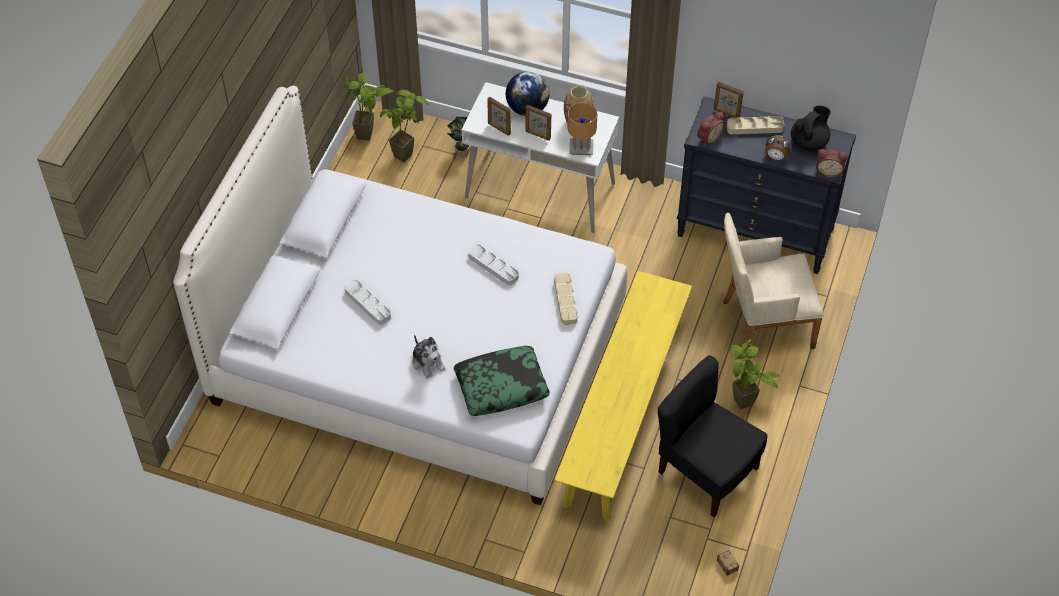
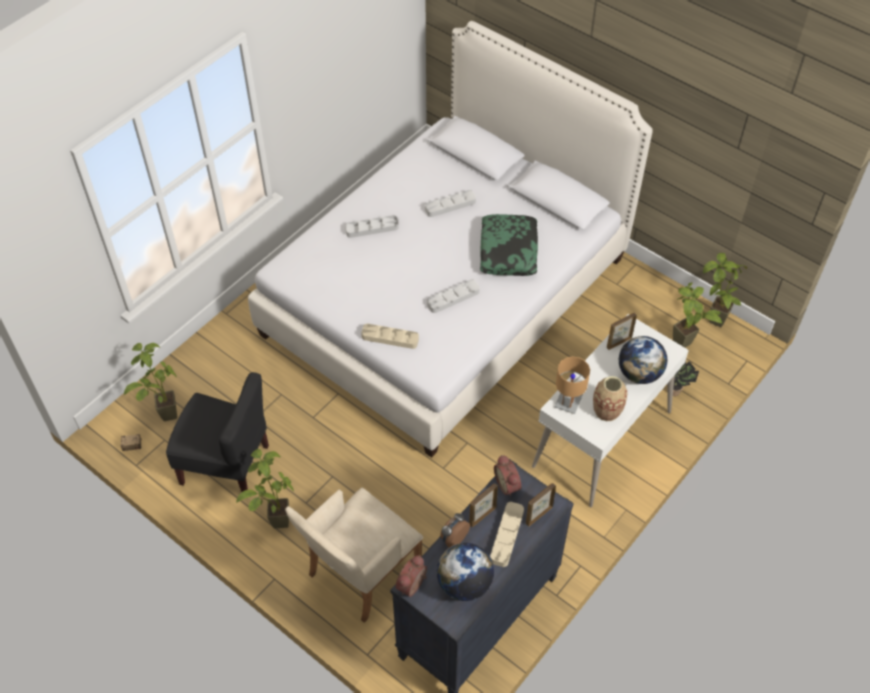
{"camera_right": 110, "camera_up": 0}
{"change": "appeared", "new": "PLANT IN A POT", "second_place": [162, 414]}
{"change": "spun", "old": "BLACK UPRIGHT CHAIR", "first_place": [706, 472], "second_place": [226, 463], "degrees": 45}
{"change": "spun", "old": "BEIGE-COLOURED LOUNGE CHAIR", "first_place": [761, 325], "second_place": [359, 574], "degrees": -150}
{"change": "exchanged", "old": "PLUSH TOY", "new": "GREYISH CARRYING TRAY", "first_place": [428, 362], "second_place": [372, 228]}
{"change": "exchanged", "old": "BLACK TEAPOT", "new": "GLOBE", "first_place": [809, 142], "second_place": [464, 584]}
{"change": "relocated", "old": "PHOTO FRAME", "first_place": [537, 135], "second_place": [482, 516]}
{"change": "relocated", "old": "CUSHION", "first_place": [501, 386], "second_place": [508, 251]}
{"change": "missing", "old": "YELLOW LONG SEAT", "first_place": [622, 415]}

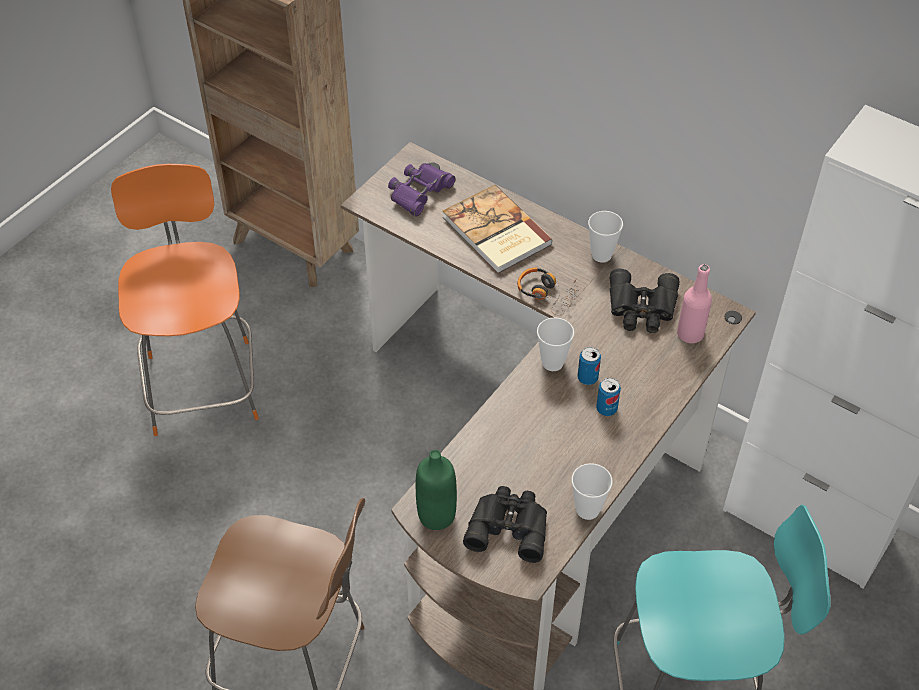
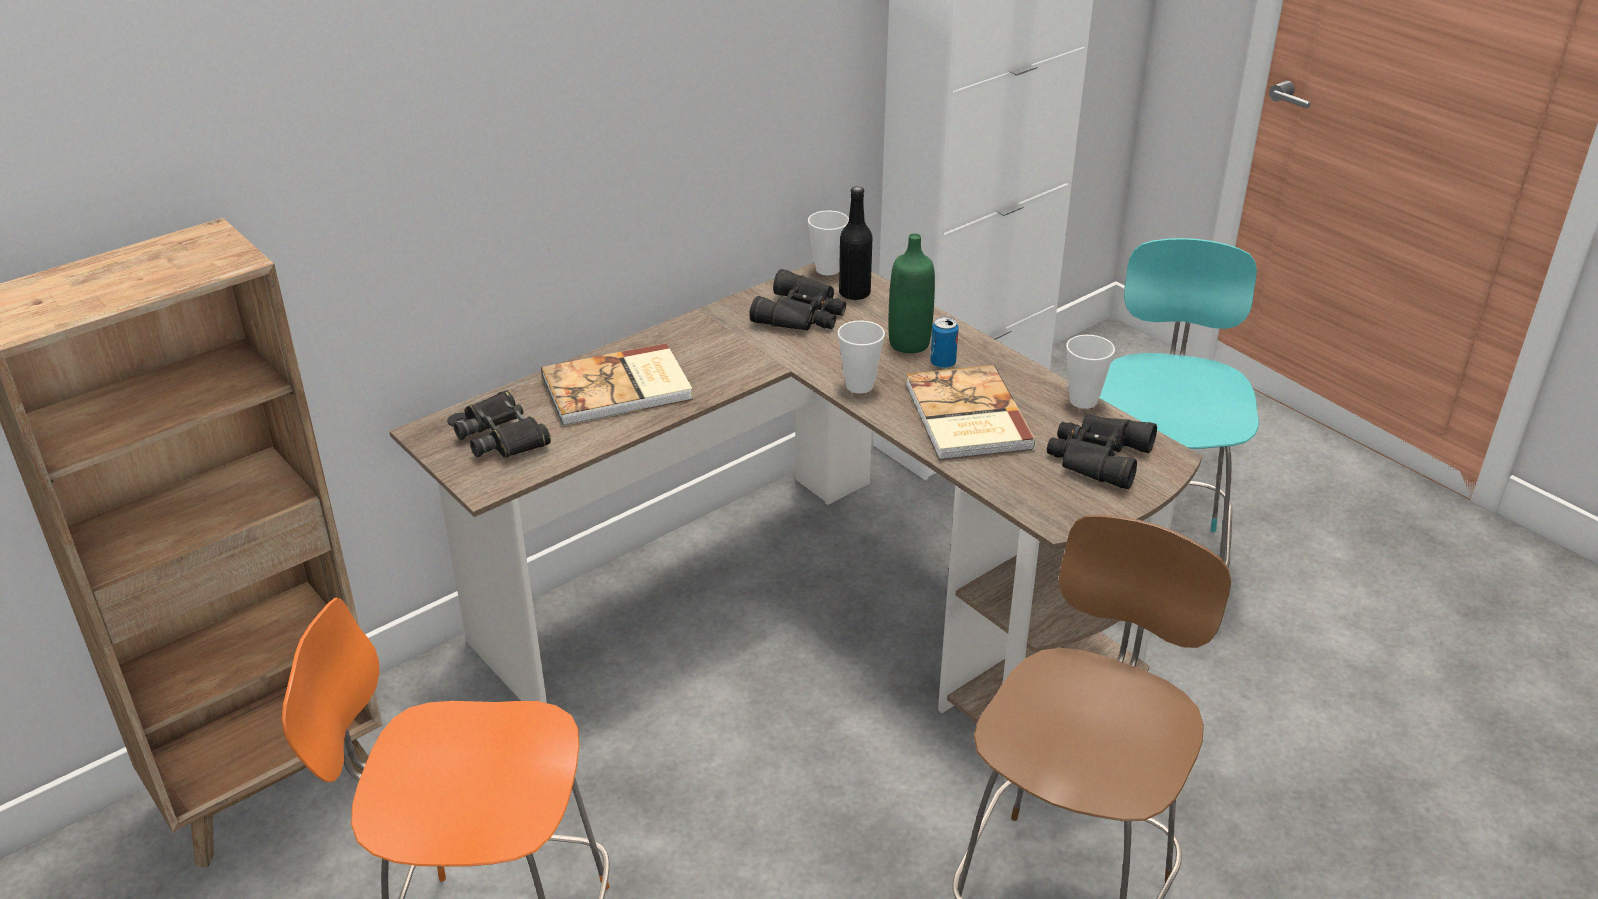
{"camera_right": -75, "camera_up": -15}
{"change": "colour", "old": "PURPLE PAIR OF BINOCULARS", "new": "BLACK PAIR OF BINOCULARS", "first_place": [419, 192], "second_place": [502, 435]}
{"change": "relocated", "old": "SMALL CUP", "first_place": [601, 255], "second_place": [828, 269]}
{"change": "colour", "old": "PINKISH BEVERAGE BOTTLE", "new": "BLACK BEVERAGE BOTTLE", "first_place": [690, 334], "second_place": [854, 293]}
{"change": "relocated", "old": "GREEN-COLOURED BEVERAGE BOTTLE", "first_place": [436, 515], "second_place": [909, 343]}
{"change": "appeared", "new": "BOOK", "second_place": [965, 417]}
{"change": "missing", "old": "HEADSET", "first_place": [547, 293]}
{"change": "missing", "old": "SEALED CAN", "first_place": [587, 378]}

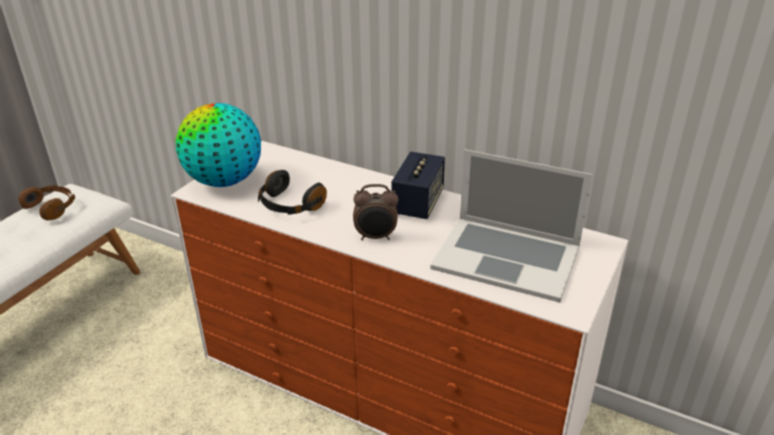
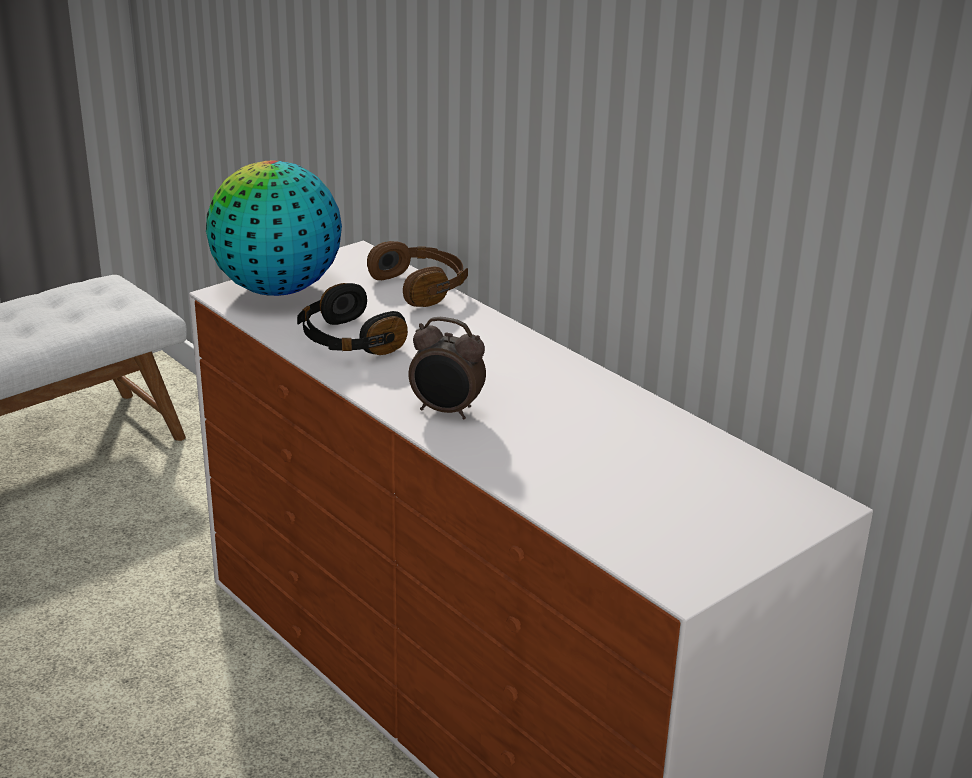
{"camera_right": 20, "camera_up": -5}
{"change": "relocated", "old": "BROWNISH HEADSET", "first_place": [52, 208], "second_place": [421, 288]}
{"change": "missing", "old": "SPEAKER", "first_place": [418, 203]}
{"change": "missing", "old": "NOTEBOOK COMPUTER", "first_place": [507, 257]}

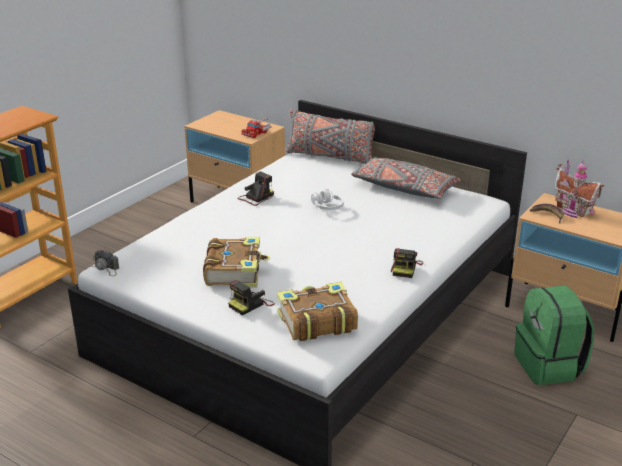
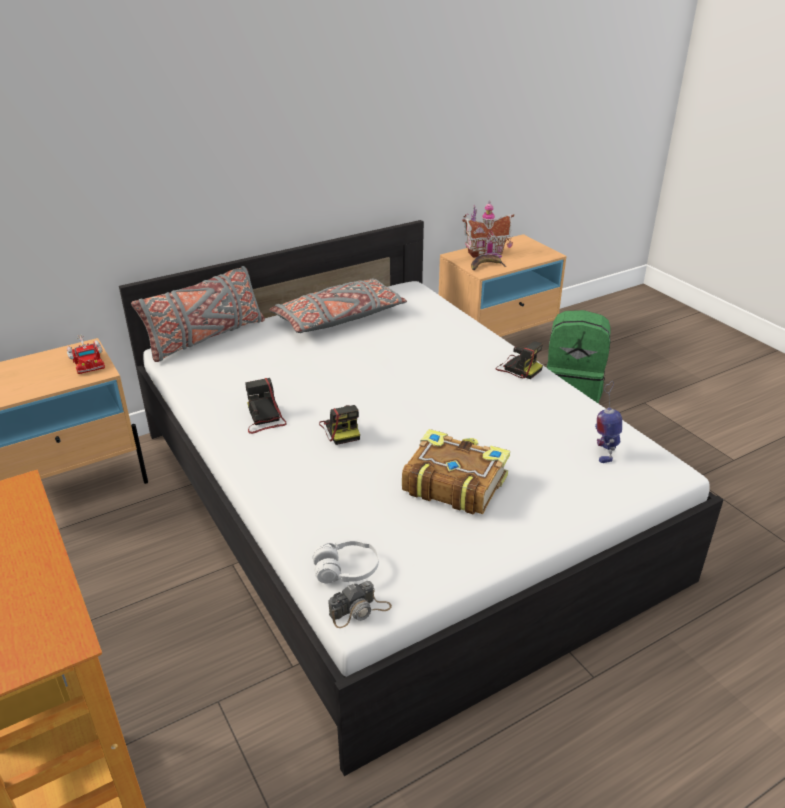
{"camera_right": -65, "camera_up": 5}
{"change": "relocated", "old": "WHITE-COLOURED HEADSET", "first_place": [327, 207], "second_place": [346, 570]}
{"change": "relocated", "old": "STILL CAMERA", "first_place": [251, 304], "second_place": [341, 429]}
{"change": "exchanged", "old": "BOOK", "new": "ROBOT FIGURE", "first_place": [316, 321], "second_place": [604, 452]}

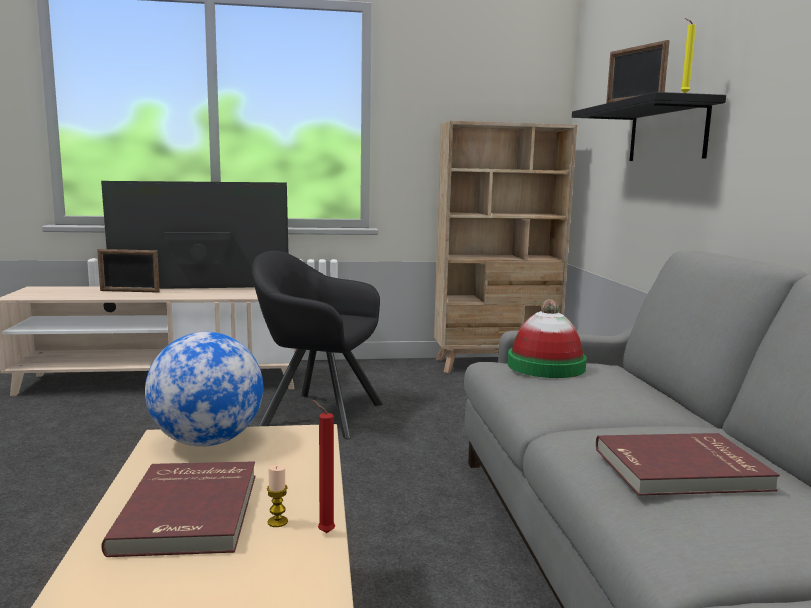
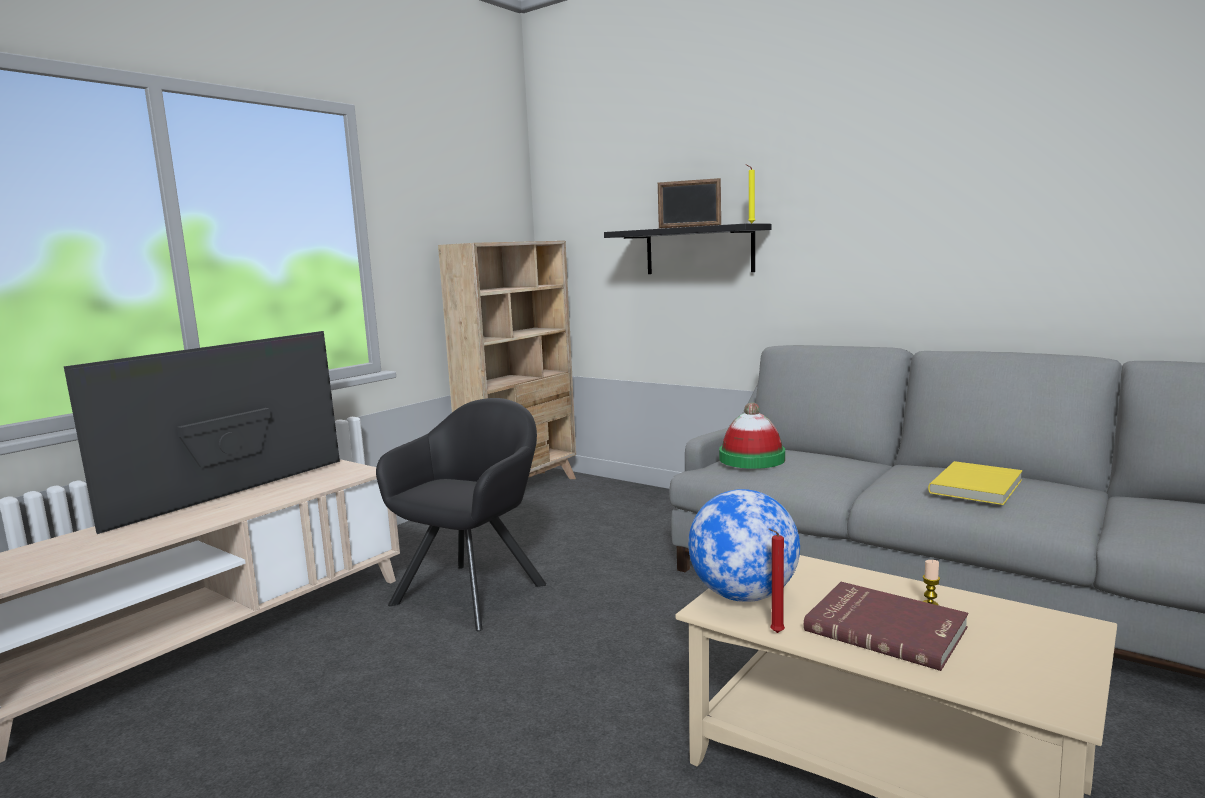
{"camera_right": -45, "camera_up": 0}
{"change": "spun", "old": "BLACK LOUNGE CHAIR", "first_place": [316, 413], "second_place": [475, 590], "degrees": 150}
{"change": "relocated", "old": "RED-COLOURED CANDLE", "first_place": [324, 532], "second_place": [775, 633]}
{"change": "colour", "old": "RED-COLOURED BOOK", "new": "YELLOW BOOK", "first_place": [682, 470], "second_place": [978, 487]}
{"change": "missing", "old": "PHOTO FRAME", "first_place": [129, 291]}

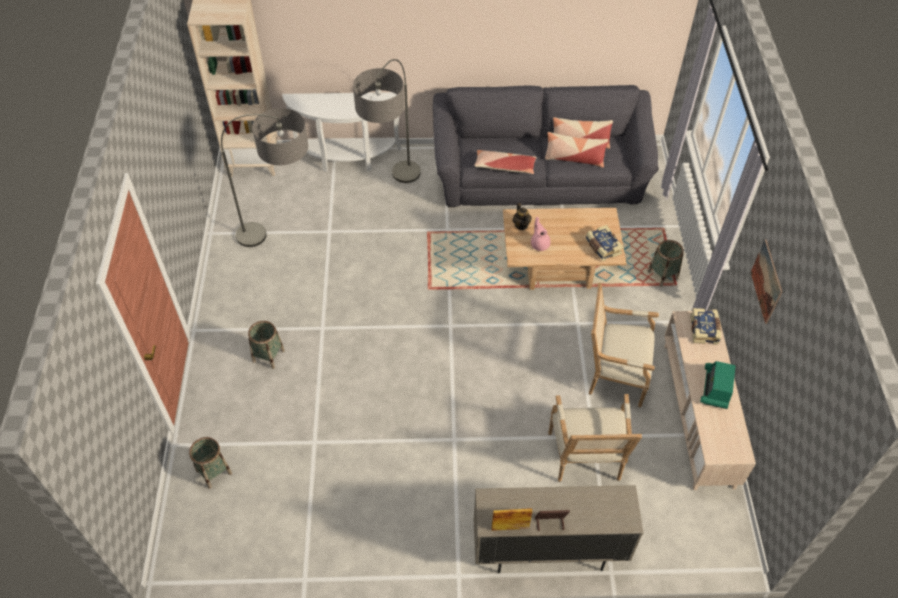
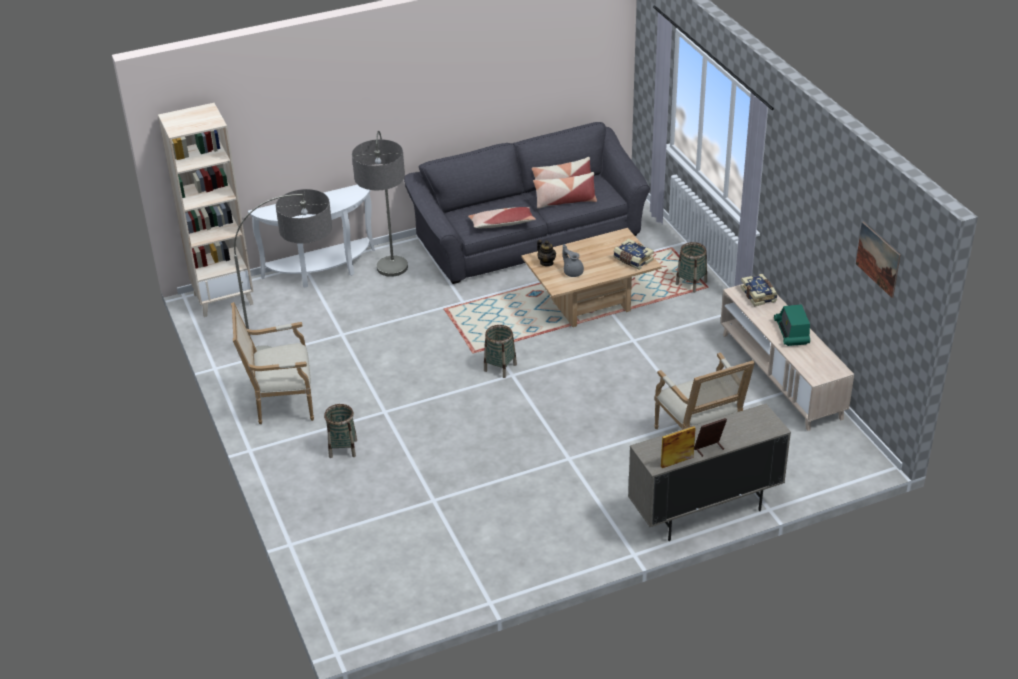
{"camera_right": -20, "camera_up": -15}
{"change": "relocated", "old": "LOUNGE CHAIR", "first_place": [613, 374], "second_place": [280, 402]}
{"change": "relocated", "old": "BASKET", "first_place": [213, 472], "second_place": [500, 367]}
{"change": "colour", "old": "PINKISH TEAPOT", "new": "GREYISH TEAPOT", "first_place": [539, 244], "second_place": [572, 272]}
{"change": "relocated", "old": "PICTURE", "first_place": [766, 281], "second_place": [878, 259]}

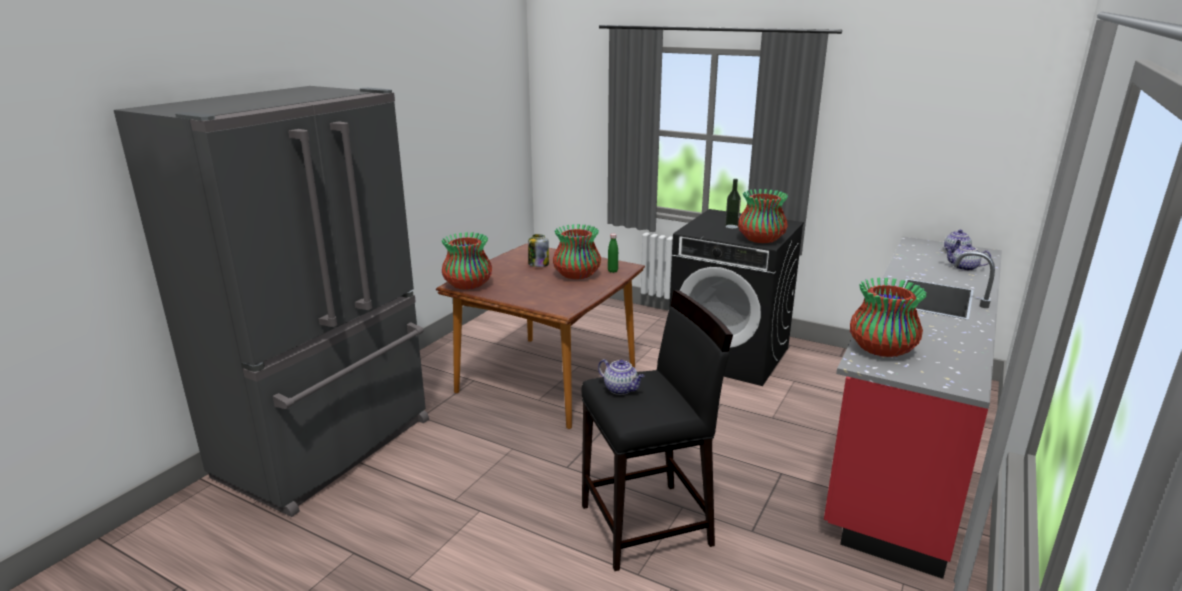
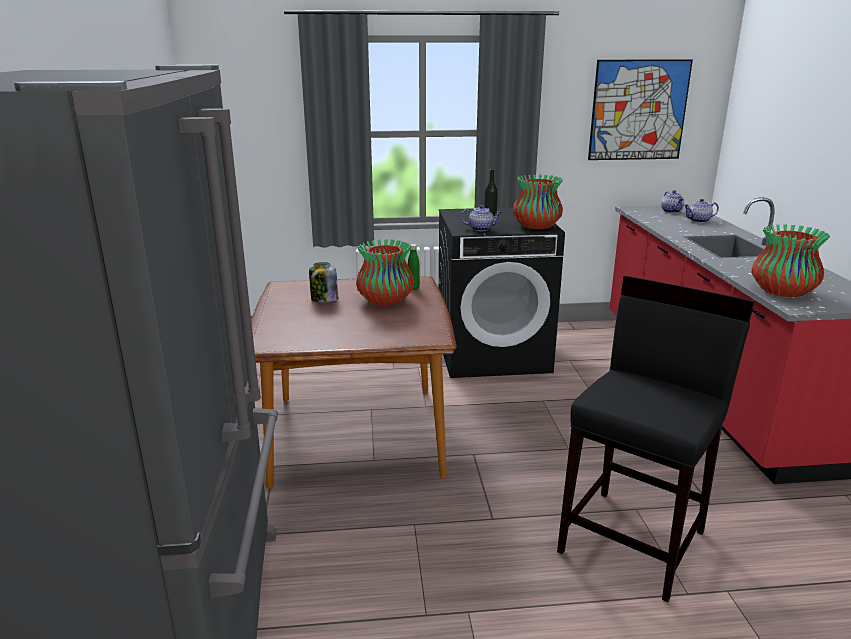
{"camera_right": -35, "camera_up": 0}
{"change": "relocated", "old": "TEAPOT", "first_place": [621, 389], "second_place": [481, 229]}
{"change": "appeared", "new": "PICTURE", "second_place": [638, 110]}
{"change": "missing", "old": "DECORATIVE VASE", "first_place": [467, 285]}

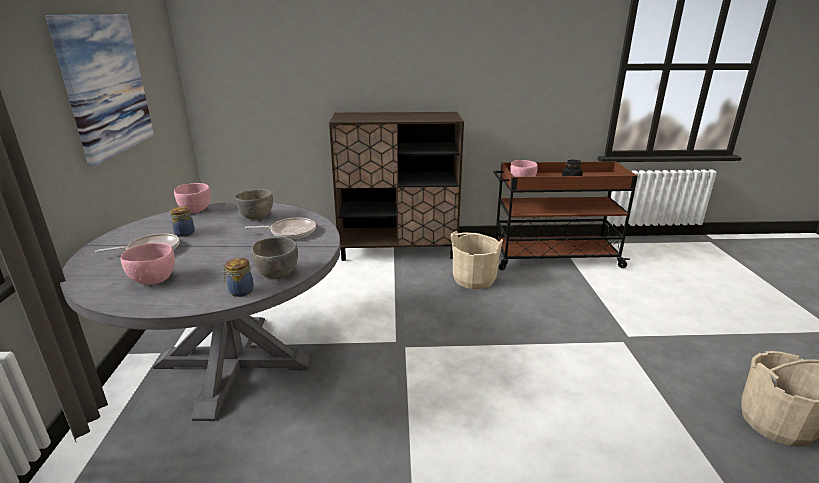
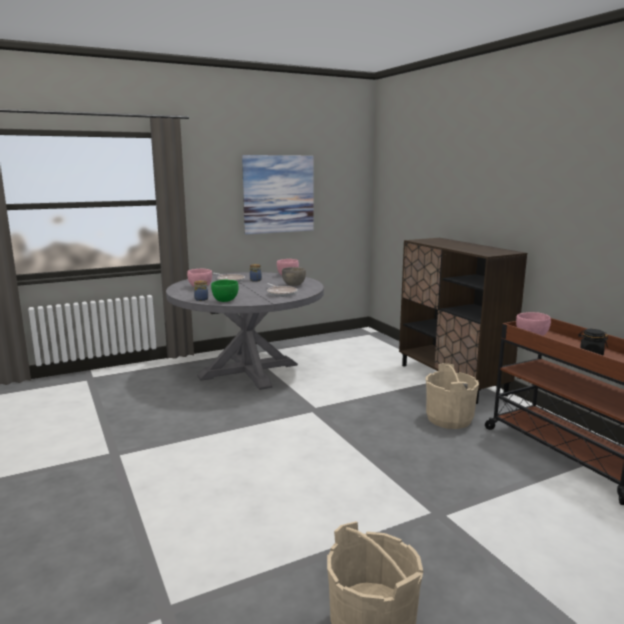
{"camera_right": 65, "camera_up": -10}
{"change": "colour", "old": "GREYISH BOWL", "new": "GREEN-COLOURED BOWL", "first_place": [277, 274], "second_place": [225, 300]}

